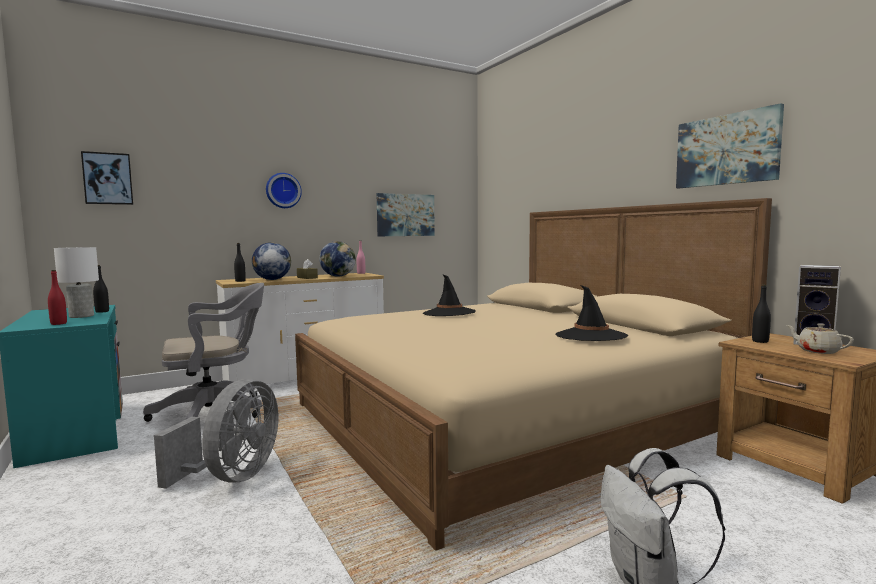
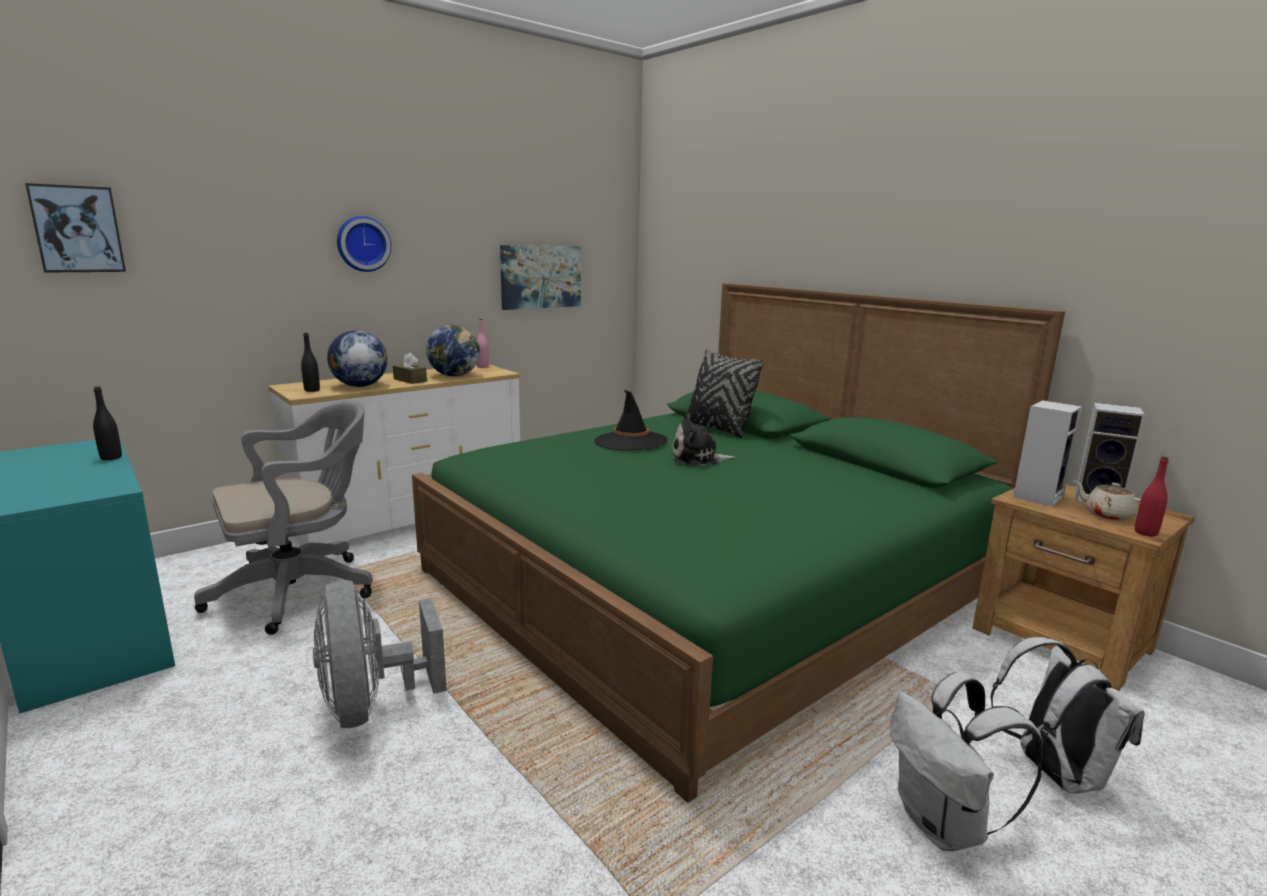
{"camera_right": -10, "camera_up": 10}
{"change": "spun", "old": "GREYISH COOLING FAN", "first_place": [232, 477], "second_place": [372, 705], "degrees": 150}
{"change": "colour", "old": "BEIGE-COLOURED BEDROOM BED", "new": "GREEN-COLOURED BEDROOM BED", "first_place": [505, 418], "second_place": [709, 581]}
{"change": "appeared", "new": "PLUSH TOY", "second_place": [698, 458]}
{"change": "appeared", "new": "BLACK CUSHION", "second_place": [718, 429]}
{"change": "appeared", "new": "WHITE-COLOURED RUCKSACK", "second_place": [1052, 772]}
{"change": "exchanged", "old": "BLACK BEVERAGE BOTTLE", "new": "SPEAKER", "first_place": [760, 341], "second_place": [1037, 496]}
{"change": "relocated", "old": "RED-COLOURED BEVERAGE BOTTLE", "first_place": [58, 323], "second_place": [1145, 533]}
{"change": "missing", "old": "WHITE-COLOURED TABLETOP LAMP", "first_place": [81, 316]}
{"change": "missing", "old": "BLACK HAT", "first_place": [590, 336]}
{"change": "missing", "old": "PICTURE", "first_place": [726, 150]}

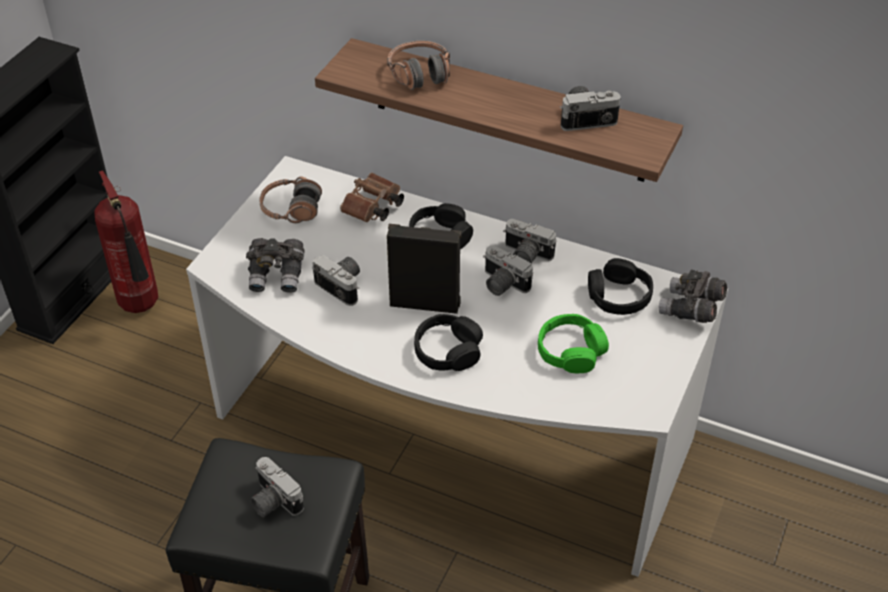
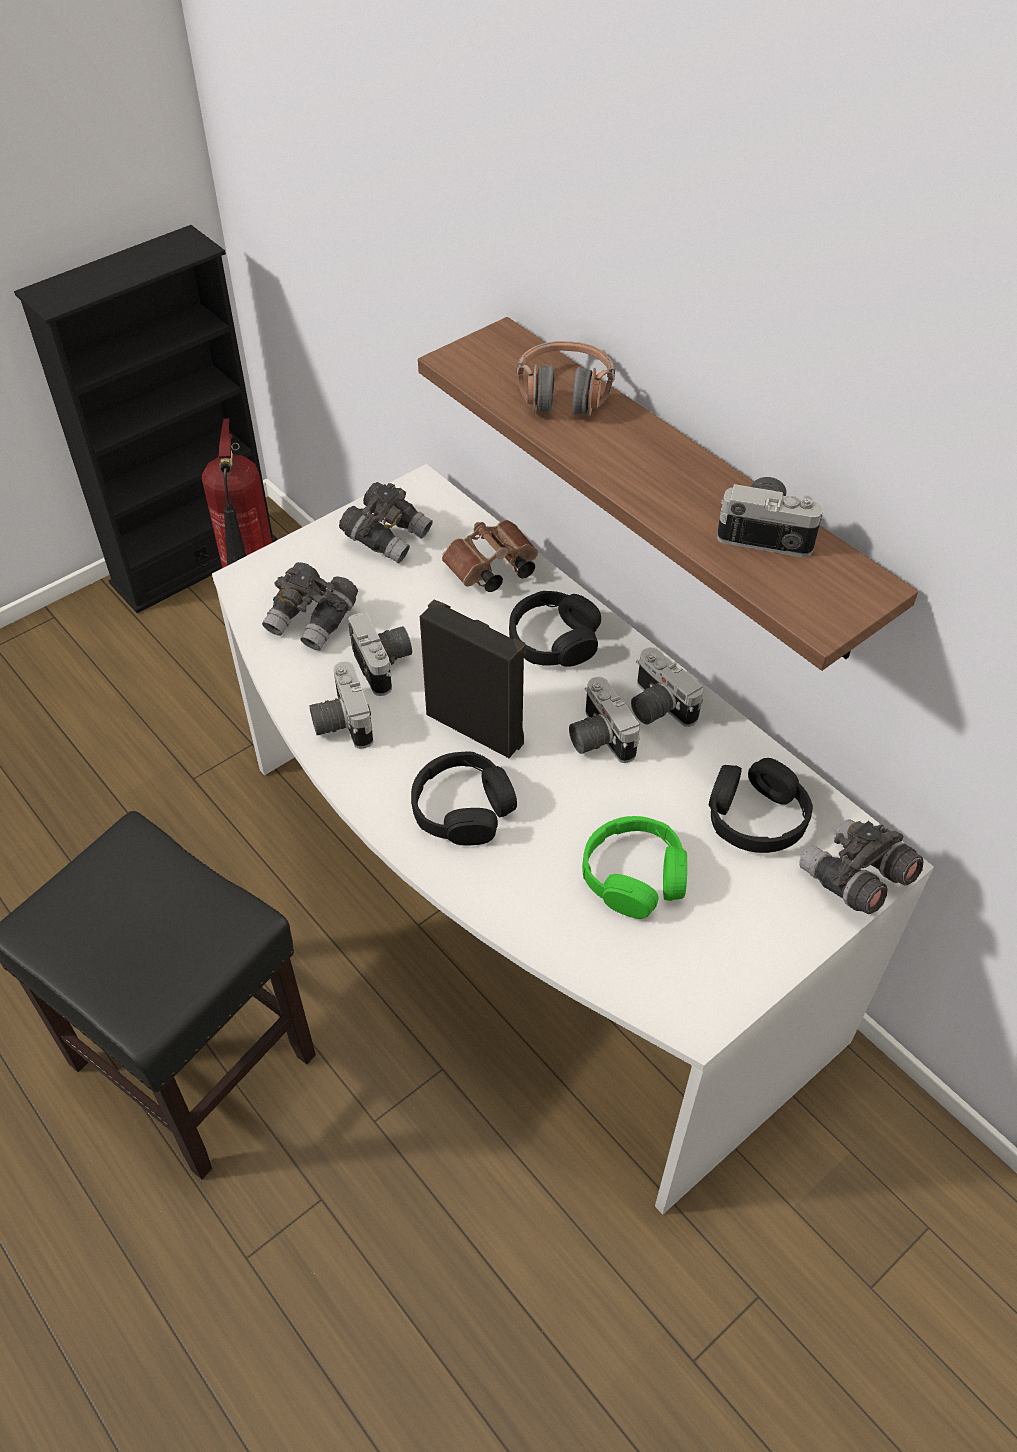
{"camera_right": 25, "camera_up": 5}
{"change": "relocated", "old": "STILL CAMERA", "first_place": [272, 501], "second_place": [340, 722]}
{"change": "exchanged", "old": "HEADSET", "new": "GREYISH PAIR OF BINOCULARS", "first_place": [291, 209], "second_place": [387, 537]}

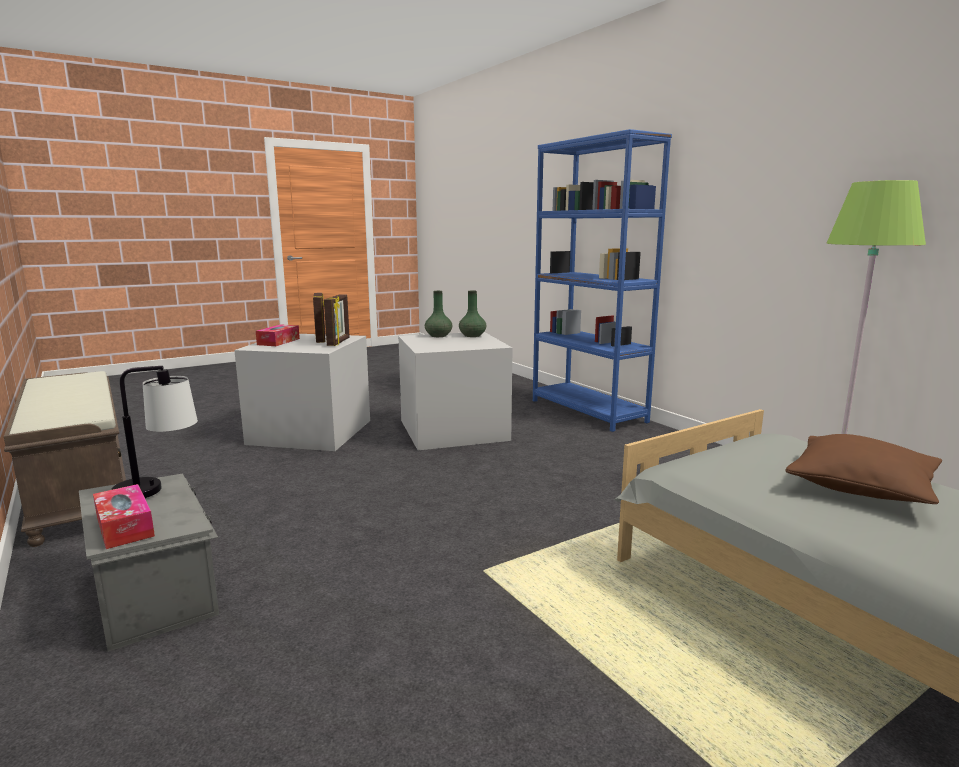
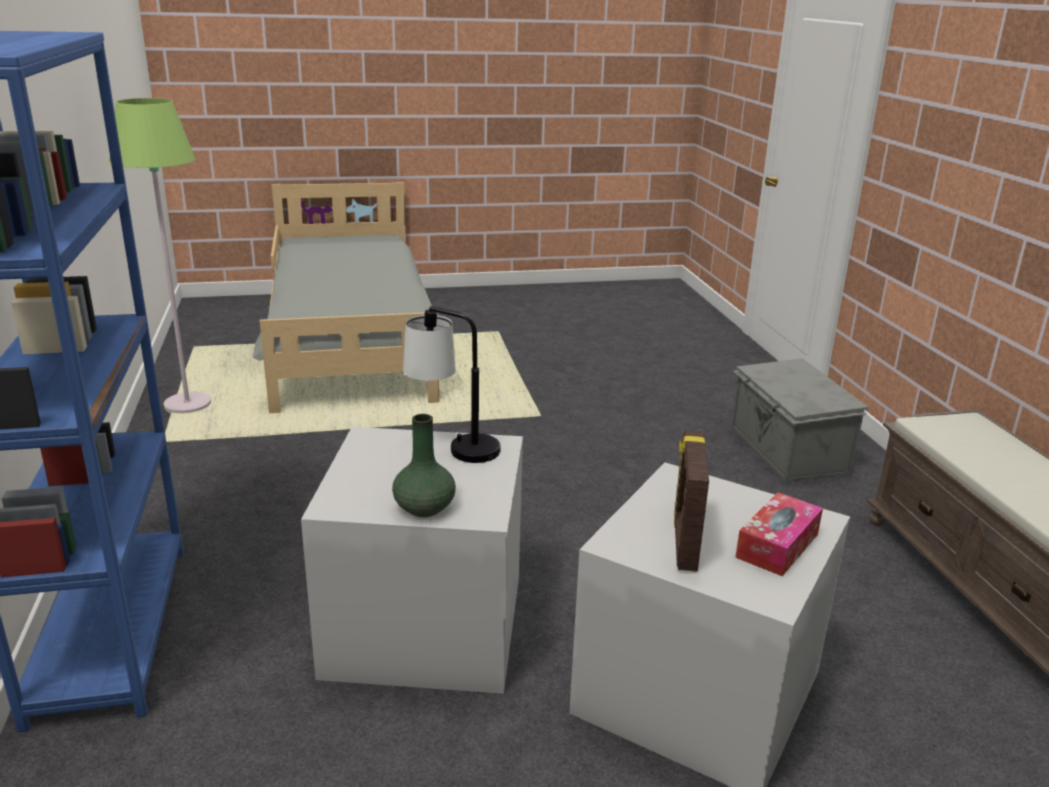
{"camera_right": -160, "camera_up": 10}
{"change": "relocated", "old": "TABLETOP LAMP", "first_place": [159, 491], "second_place": [452, 447]}
{"change": "missing", "old": "BOX OF TISSUES", "first_place": [125, 526]}
{"change": "missing", "old": "PHOTO FRAME", "first_place": [339, 342]}
{"change": "missing", "old": "GREEN-COLOURED DECORATIVE VASE", "first_place": [472, 335]}
{"change": "missing", "old": "BROWNISH CUSHION", "first_place": [861, 487]}

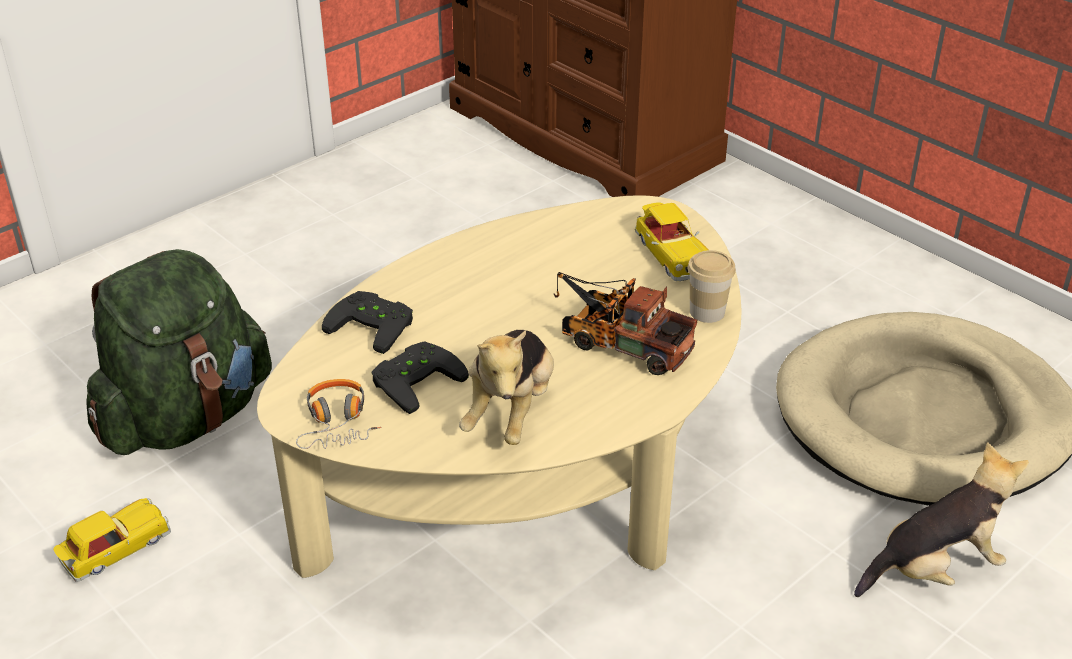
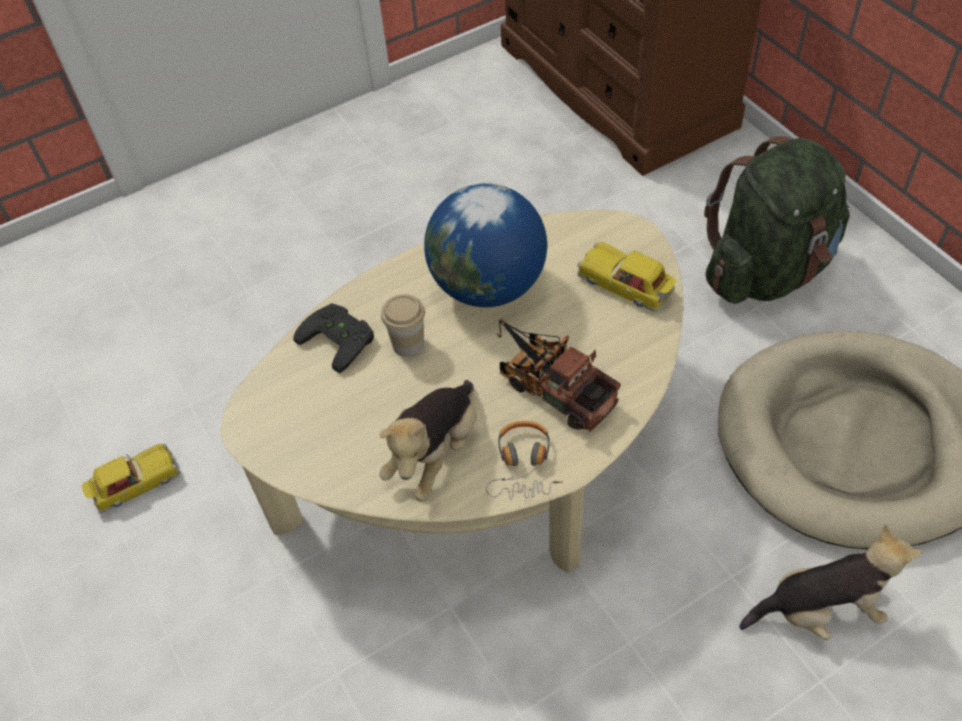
{"camera_right": 15, "camera_up": 15}
{"change": "relocated", "old": "SMALL CUP", "first_place": [707, 312], "second_place": [408, 344]}
{"change": "appeared", "new": "GLOBE", "second_place": [488, 286]}
{"change": "relocated", "old": "HEADSET", "first_place": [337, 423], "second_place": [523, 465]}
{"change": "spun", "old": "MODEL CAR", "first_place": [671, 254], "second_place": [626, 285], "degrees": 135}
{"change": "relocated", "old": "GREEN-COLOURED RUCKSACK", "first_place": [187, 418], "second_place": [767, 271]}
{"change": "missing", "old": "BLACK GAME CONTROLLER", "first_place": [414, 379]}

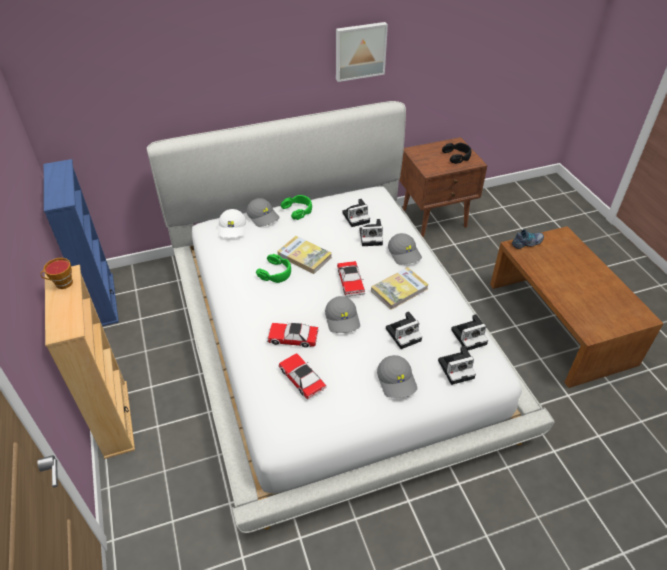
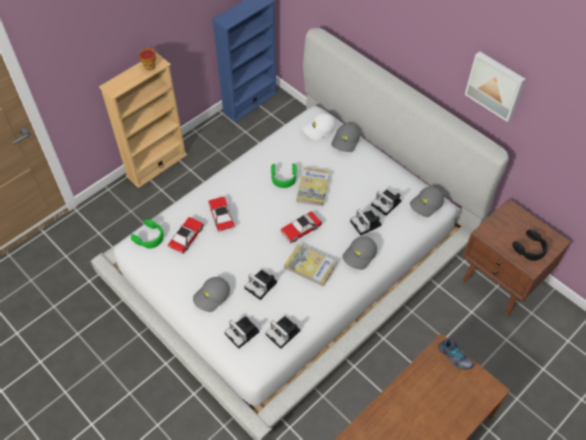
{"camera_right": 65, "camera_up": 10}
{"change": "relocated", "old": "GREEN-COLOURED HEADSET", "first_place": [298, 210], "second_place": [149, 237]}
{"change": "relocated", "old": "GREYISH CAP", "first_place": [343, 319], "second_place": [426, 204]}

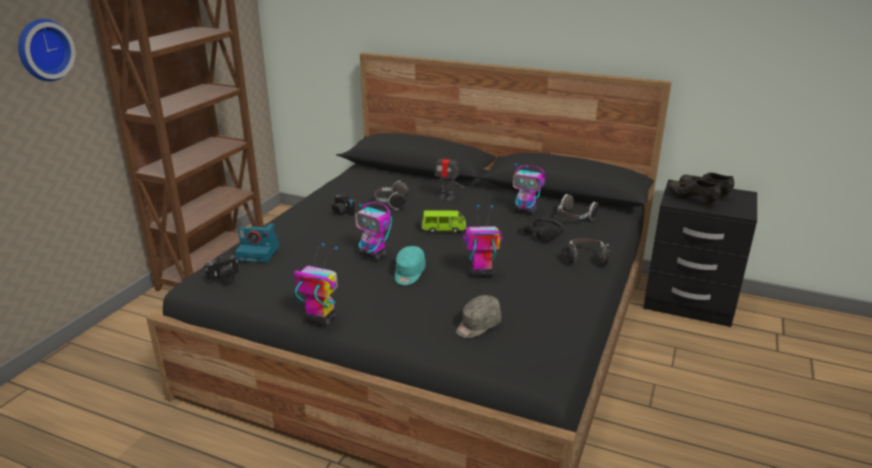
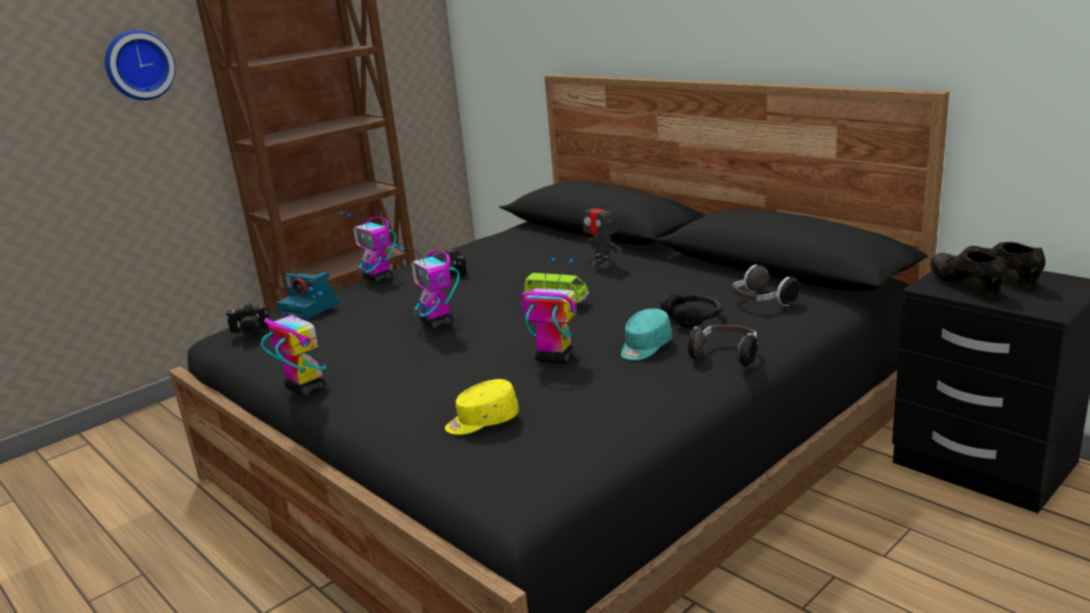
{"camera_right": 25, "camera_up": -5}
{"change": "relocated", "old": "ROBOT FIGURE", "first_place": [526, 211], "second_place": [378, 279]}
{"change": "colour", "old": "GREYISH CAP", "new": "YELLOW CAP", "first_place": [477, 325], "second_place": [482, 421]}
{"change": "relocated", "old": "TURQUOISE-COLOURED CAP", "first_place": [409, 274], "second_place": [645, 347]}
{"change": "missing", "old": "HEADSET", "first_place": [391, 203]}

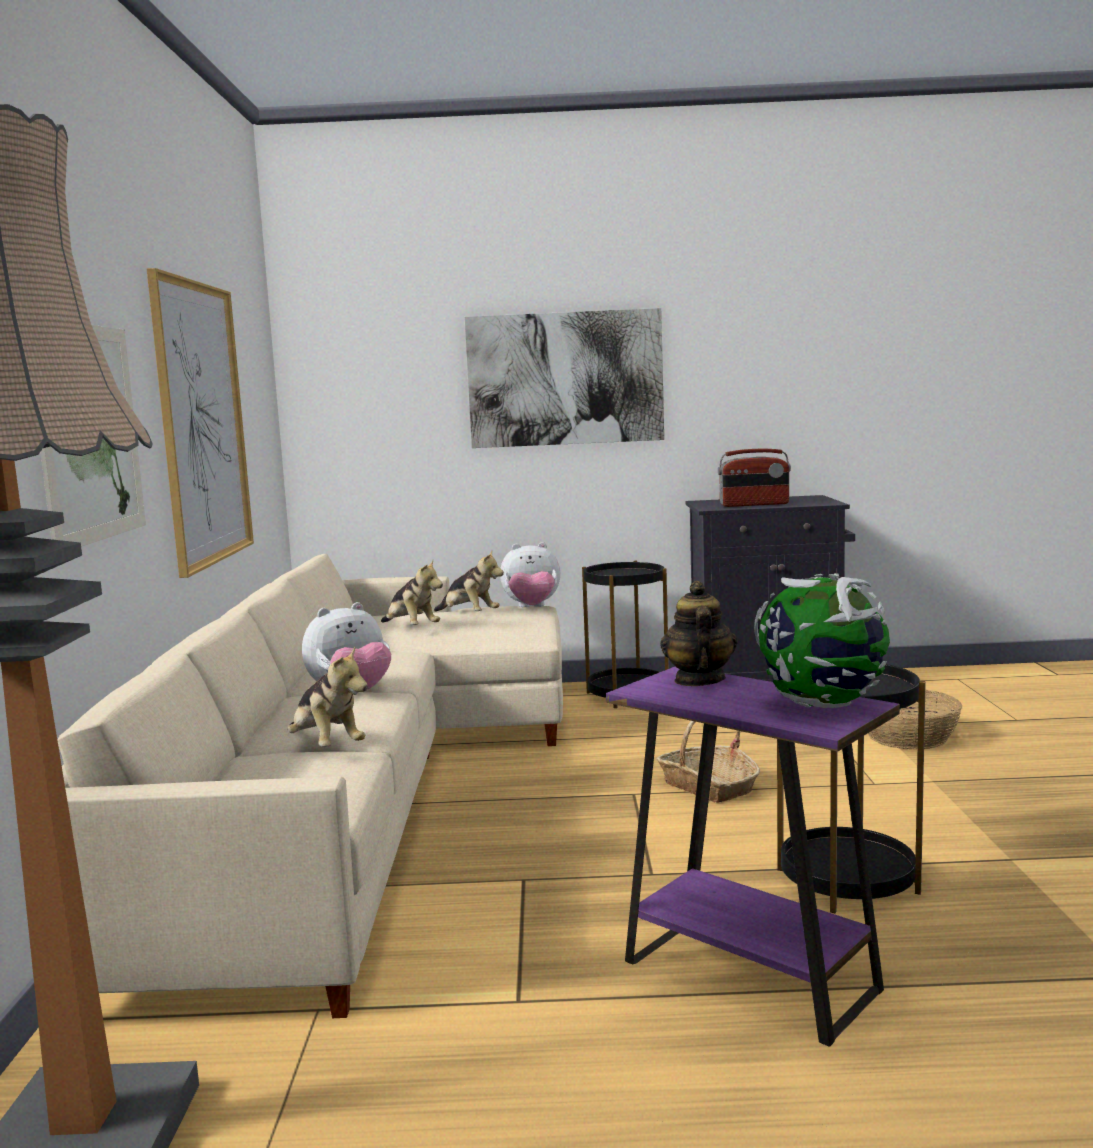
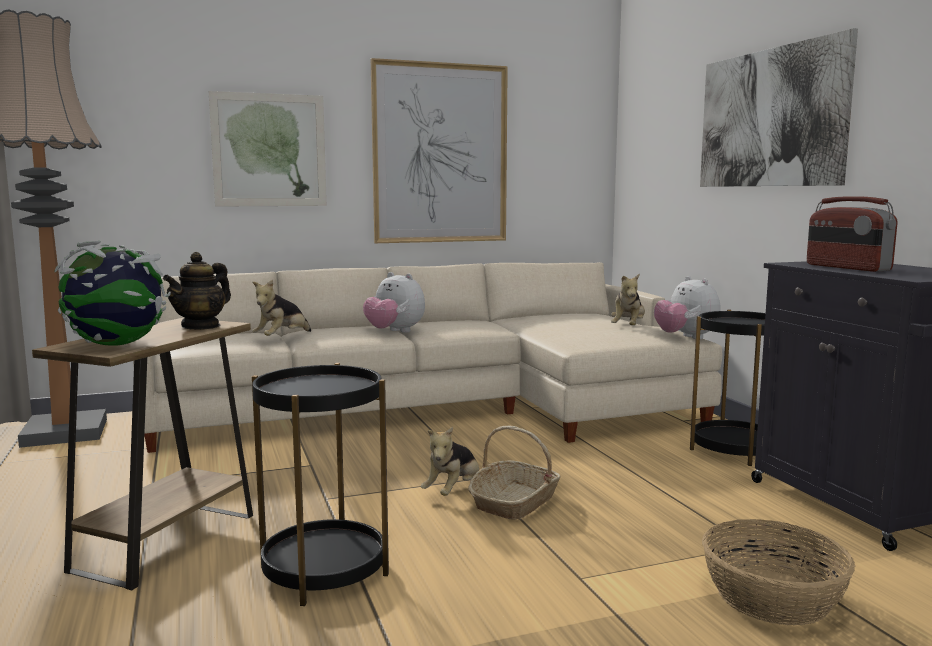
{"camera_right": 70, "camera_up": 0}
{"change": "colour", "old": "PURPLE SIDE TABLE", "new": "BROWNISH SIDE TABLE", "first_place": [749, 975], "second_place": [166, 542]}
{"change": "spun", "old": "TEAPOT", "first_place": [698, 680], "second_place": [201, 326], "degrees": 135}
{"change": "relocated", "old": "PLUSH TOY", "first_place": [411, 628], "second_place": [453, 491]}

